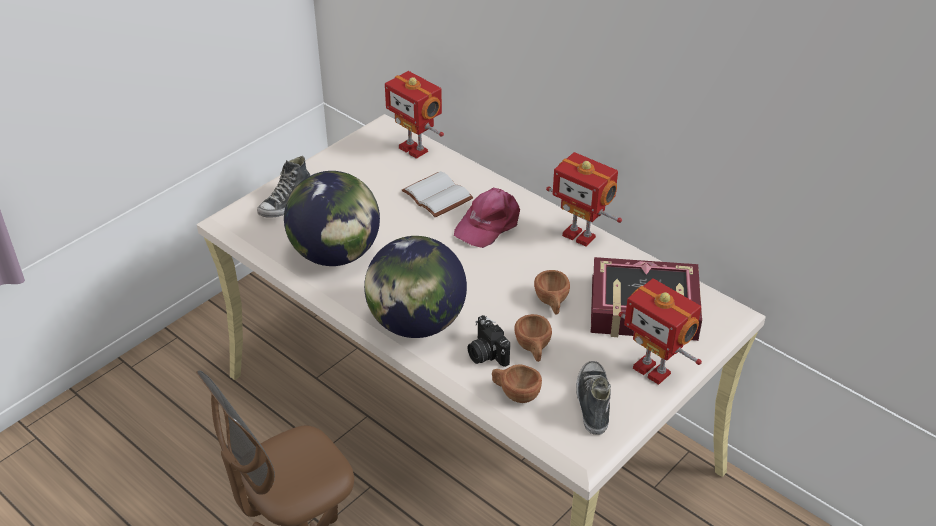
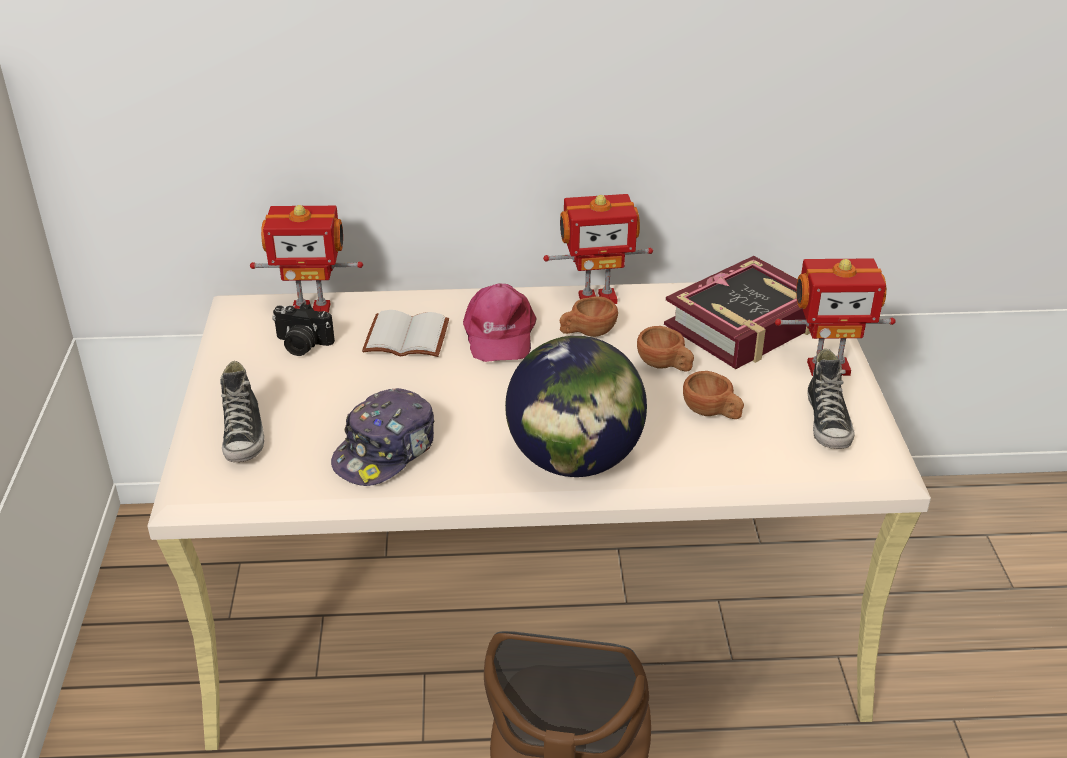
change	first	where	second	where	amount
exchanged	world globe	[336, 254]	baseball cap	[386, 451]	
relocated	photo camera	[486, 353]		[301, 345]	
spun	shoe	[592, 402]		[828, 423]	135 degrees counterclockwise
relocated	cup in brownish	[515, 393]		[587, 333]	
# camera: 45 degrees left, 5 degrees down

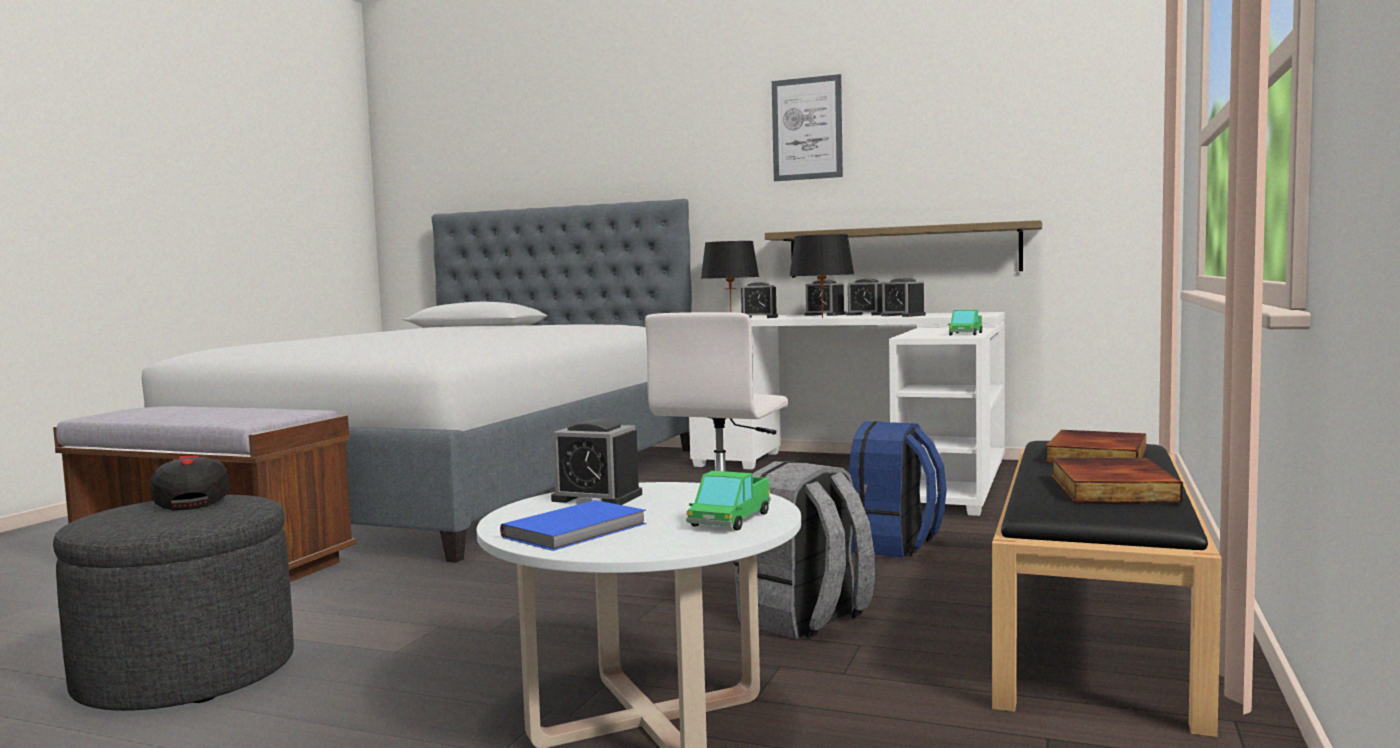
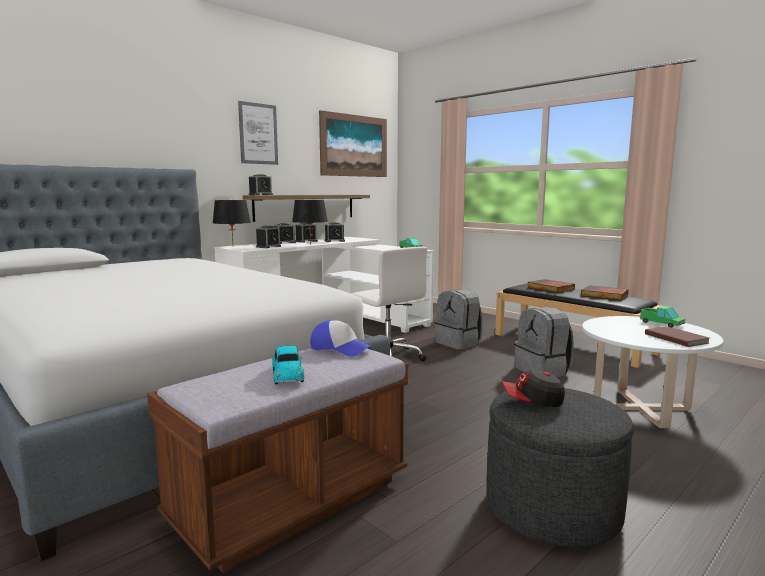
change	first	where	second	where	amount
relocated	alarm clock	[597, 497]		[260, 195]	
colour	backpack in blue-coloured	[893, 546]	backpack in gray	[458, 343]	
colour	bound book in blue-coloured	[578, 530]	bound book in brownish	[676, 338]	
appeared			picture	[354, 146]	
appeared			baseball cap	[340, 348]	
appeared			toy car	[287, 374]	
# camera: 65 degrees left, 5 degrees up

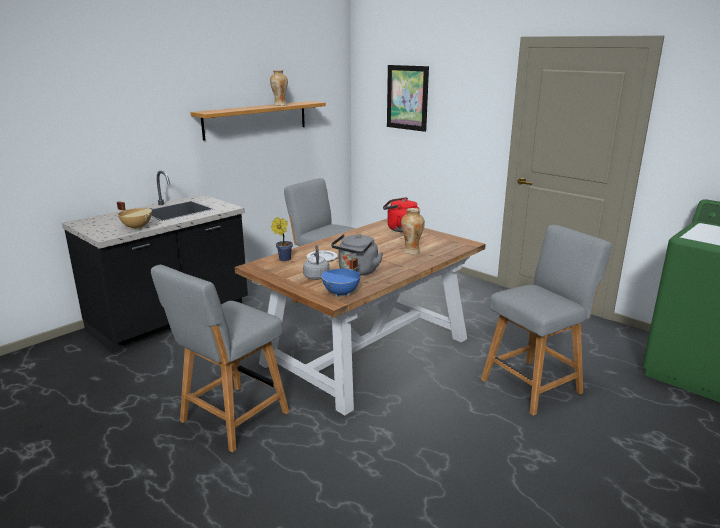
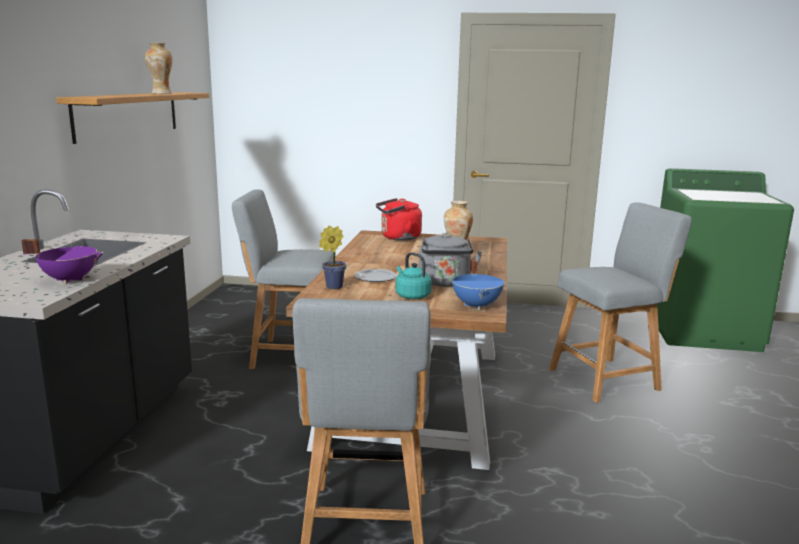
change	first	where	second	where	amount
missing	picture	[407, 97]			
colour	cooking pot in beige-coloured	[137, 227]	cooking pot in purple-coloured	[70, 279]	
spun	upright chair in gray	[534, 384]		[608, 378]	45 degrees clockwise
colour	kettle in gray	[316, 276]	kettle in turquoise-coloured	[411, 296]	
# camera: 35 degrees left, 5 degrees down

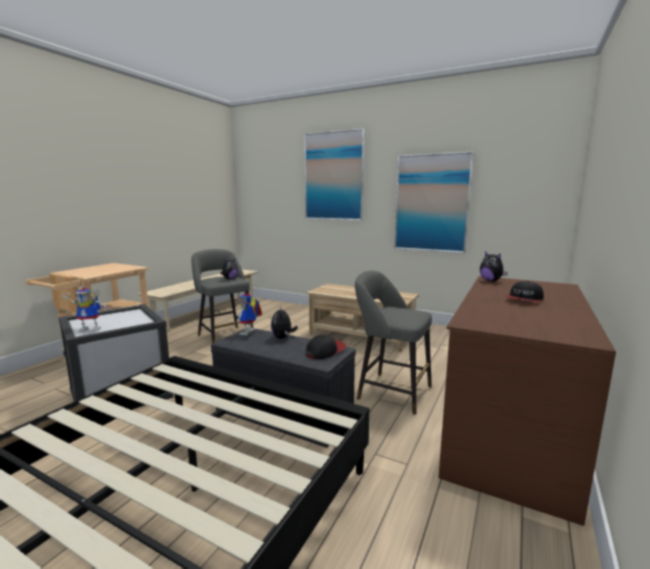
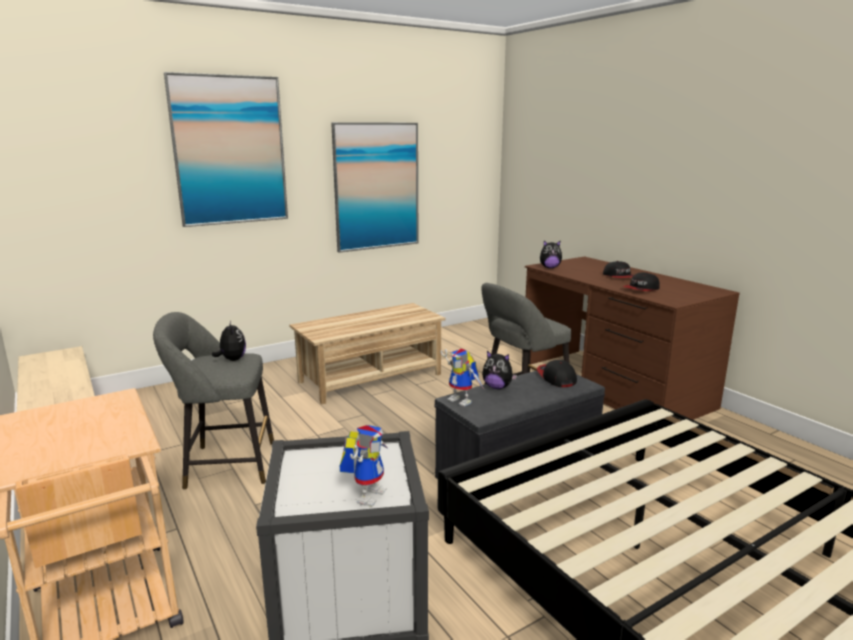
change	first	where	second	where	amount
appeared			baseball cap	[641, 289]	
# camera: 60 degrees left, 5 degrees up

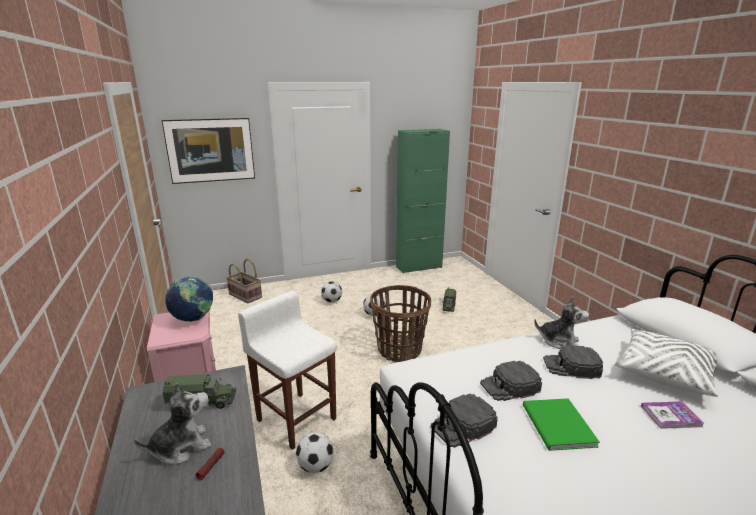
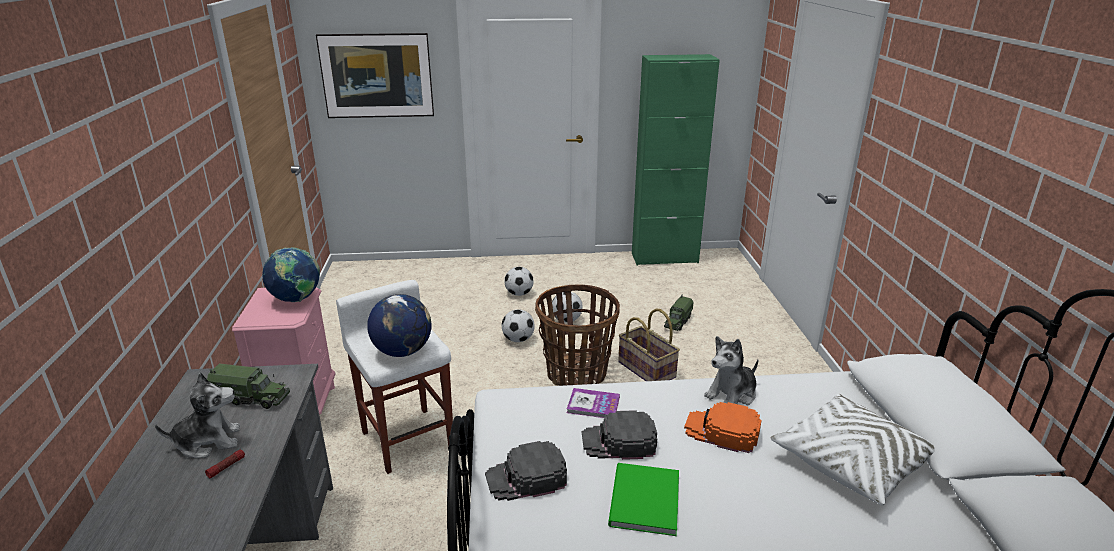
change	first	where	second	where	amount
relocated	household basket	[246, 295]		[647, 369]	
spun	plush toy	[559, 341]		[732, 395]	105 degrees clockwise
colour	baseball cap in blackish	[572, 366]	baseball cap in orangey	[722, 431]	
relocated	bound book	[671, 416]		[593, 405]	
relocated	football	[315, 466]		[518, 339]	
appeared			world globe	[402, 351]	
# camera: 15 degrees right, 5 degrees up

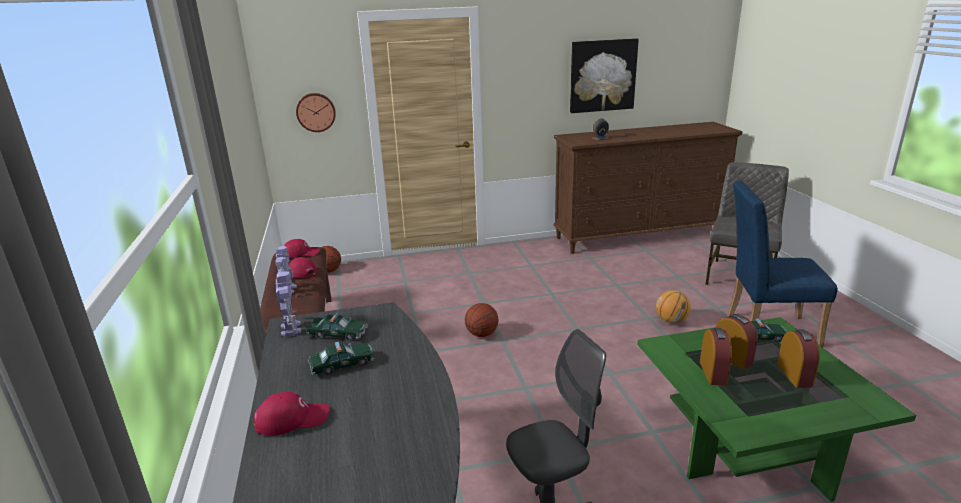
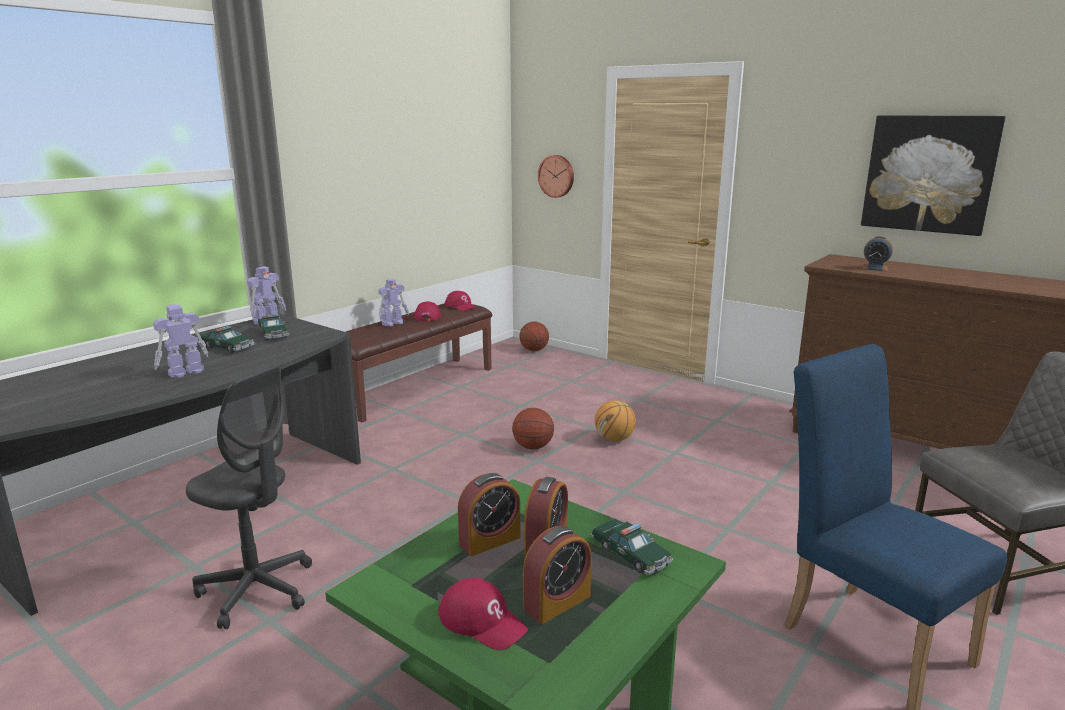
change	first	where	second	where	amount
relocated	basketball	[671, 321]		[614, 439]	
relocated	baseball cap in red	[292, 419]		[483, 621]	
appeared			robot figure	[185, 372]	
# camera: 50 degrees right, 5 degrees down

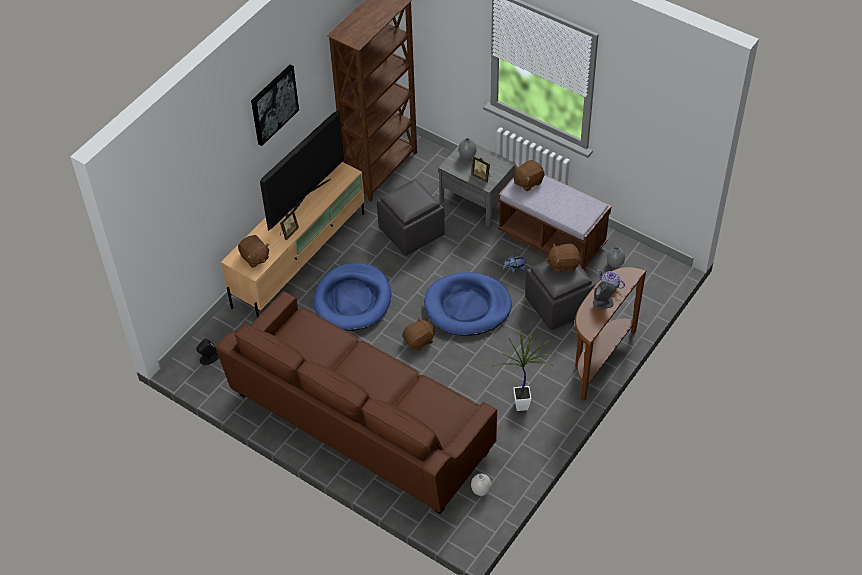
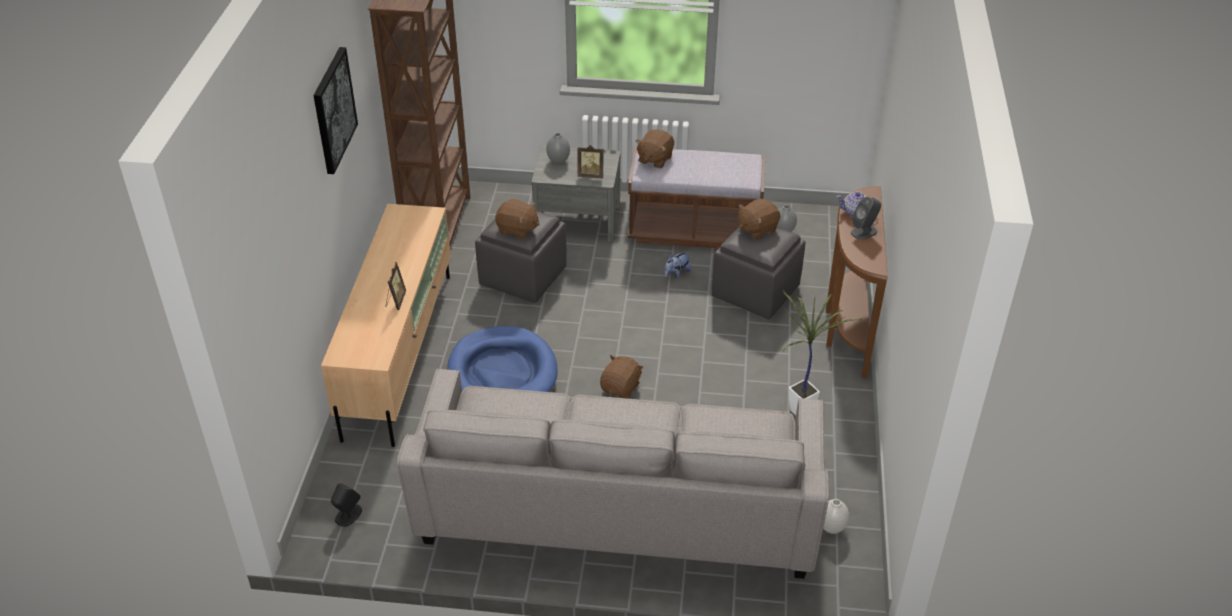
change	first	where	second	where	amount
missing	TV	[306, 200]			
relocated	plush toy in brownish	[255, 258]		[517, 229]	
missing	dog cushion in blue-coloured	[467, 307]			
colour	settee in brownish	[361, 423]	settee in gray	[617, 511]	
# camera: 30 degrees left, 10 degrees down

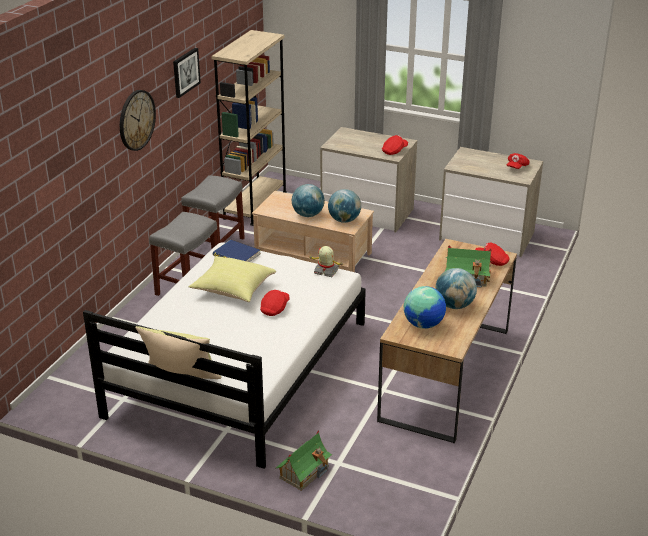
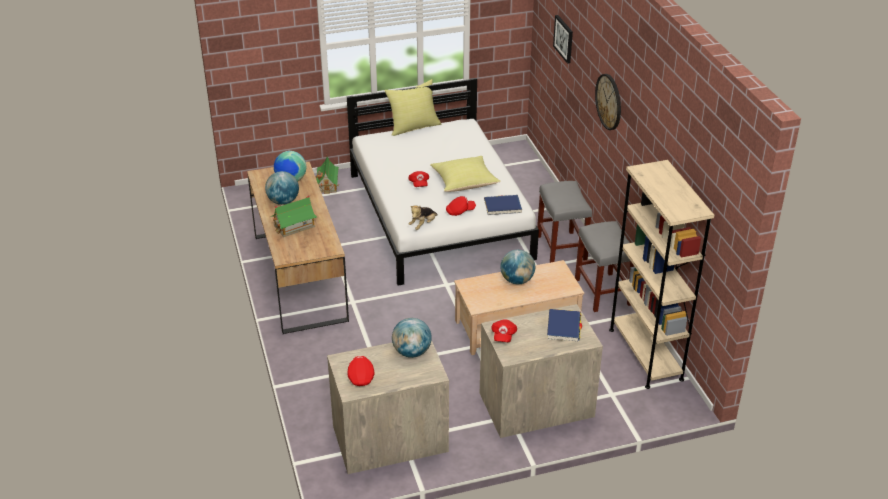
change	first	where	second	where	amount
relocated	picture	[185, 72]		[564, 38]	
relocated	world globe	[344, 220]		[411, 352]	
relocated	baseball cap in red	[491, 261]		[460, 211]	
exchanged	robot figure	[326, 271]	plush toy	[423, 225]	
appeared			bound book in blue-coloured	[563, 327]	
# camera: 140 degrees right, 5 degrees up

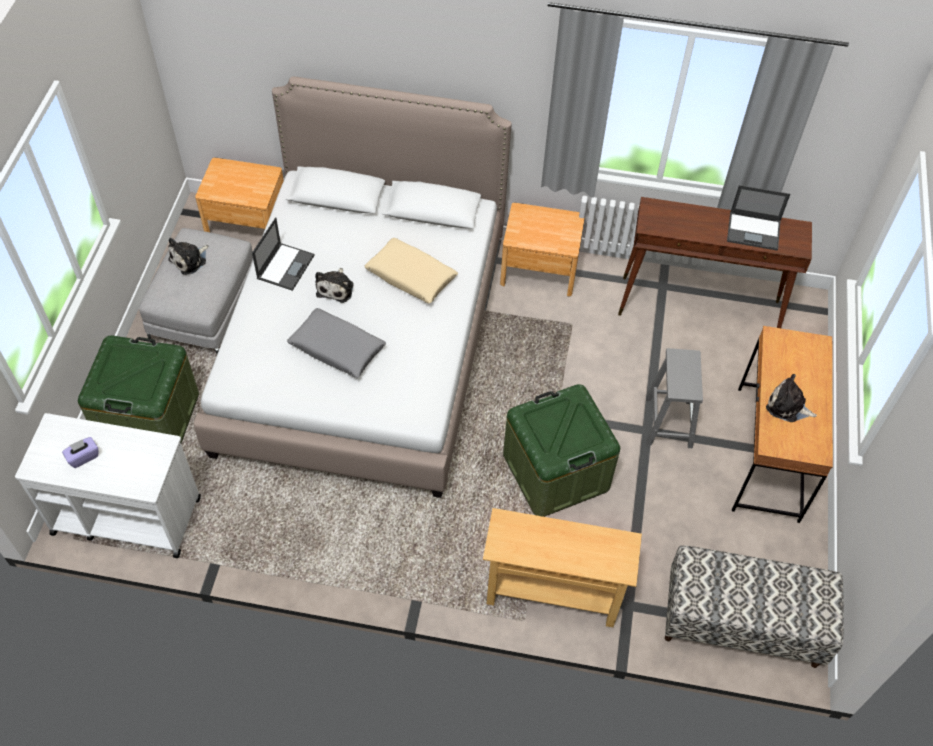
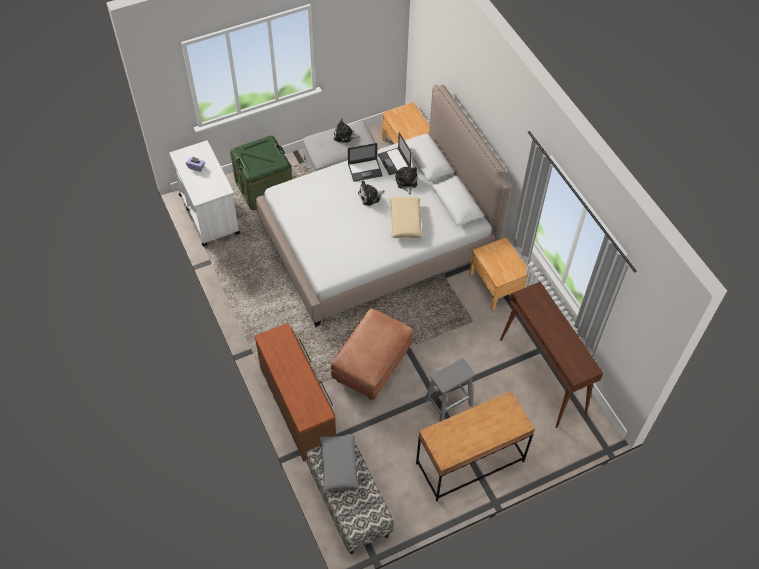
change	first	where	second	where	amount
relocated	notebook computer	[754, 231]		[394, 162]	
relocated	pillow in gray	[337, 349]		[339, 465]	
relocated	plush toy	[788, 406]		[406, 182]	
exchanged	storage box in green-coloured	[556, 471]	ottoman in brownish	[372, 367]	
exchanged	hall table in beige-coloured	[552, 595]	dresser in brownish	[298, 406]	
# camera: 55 degrees right, 0 degrees up

